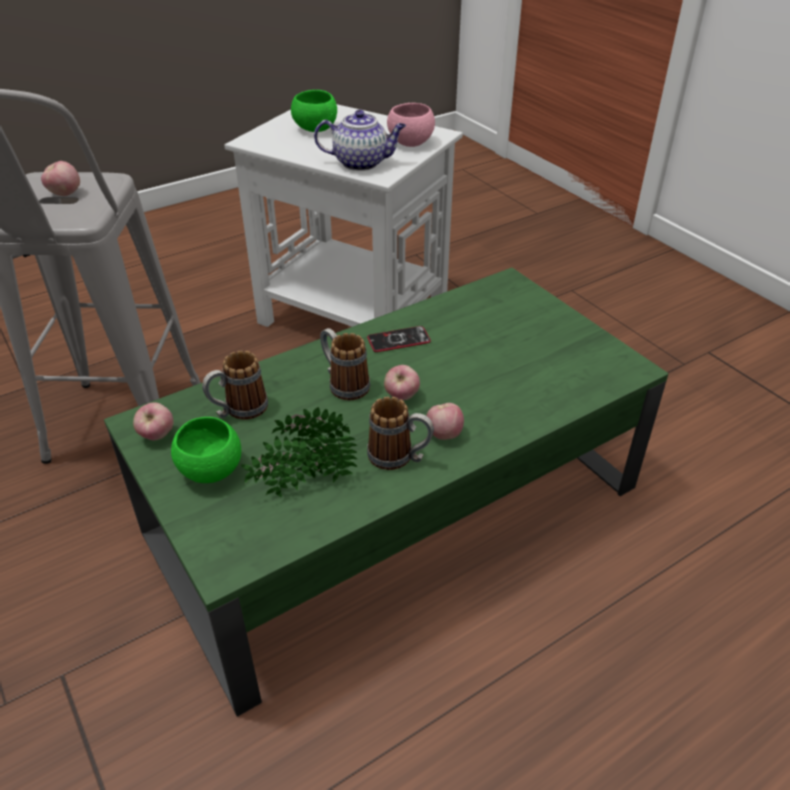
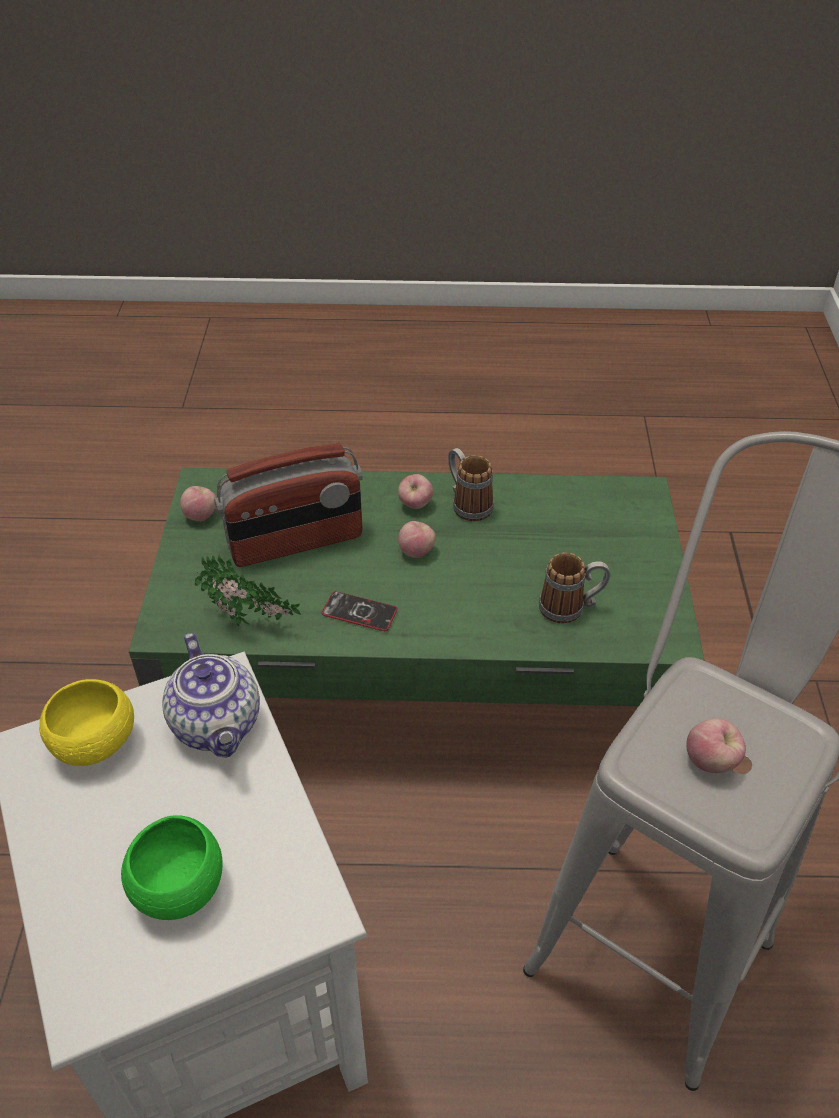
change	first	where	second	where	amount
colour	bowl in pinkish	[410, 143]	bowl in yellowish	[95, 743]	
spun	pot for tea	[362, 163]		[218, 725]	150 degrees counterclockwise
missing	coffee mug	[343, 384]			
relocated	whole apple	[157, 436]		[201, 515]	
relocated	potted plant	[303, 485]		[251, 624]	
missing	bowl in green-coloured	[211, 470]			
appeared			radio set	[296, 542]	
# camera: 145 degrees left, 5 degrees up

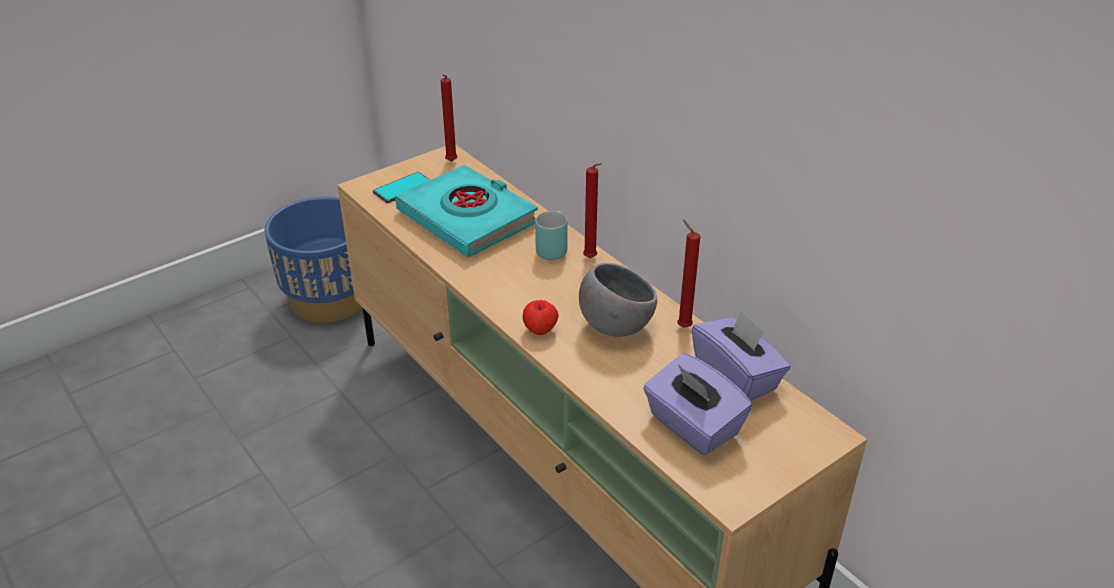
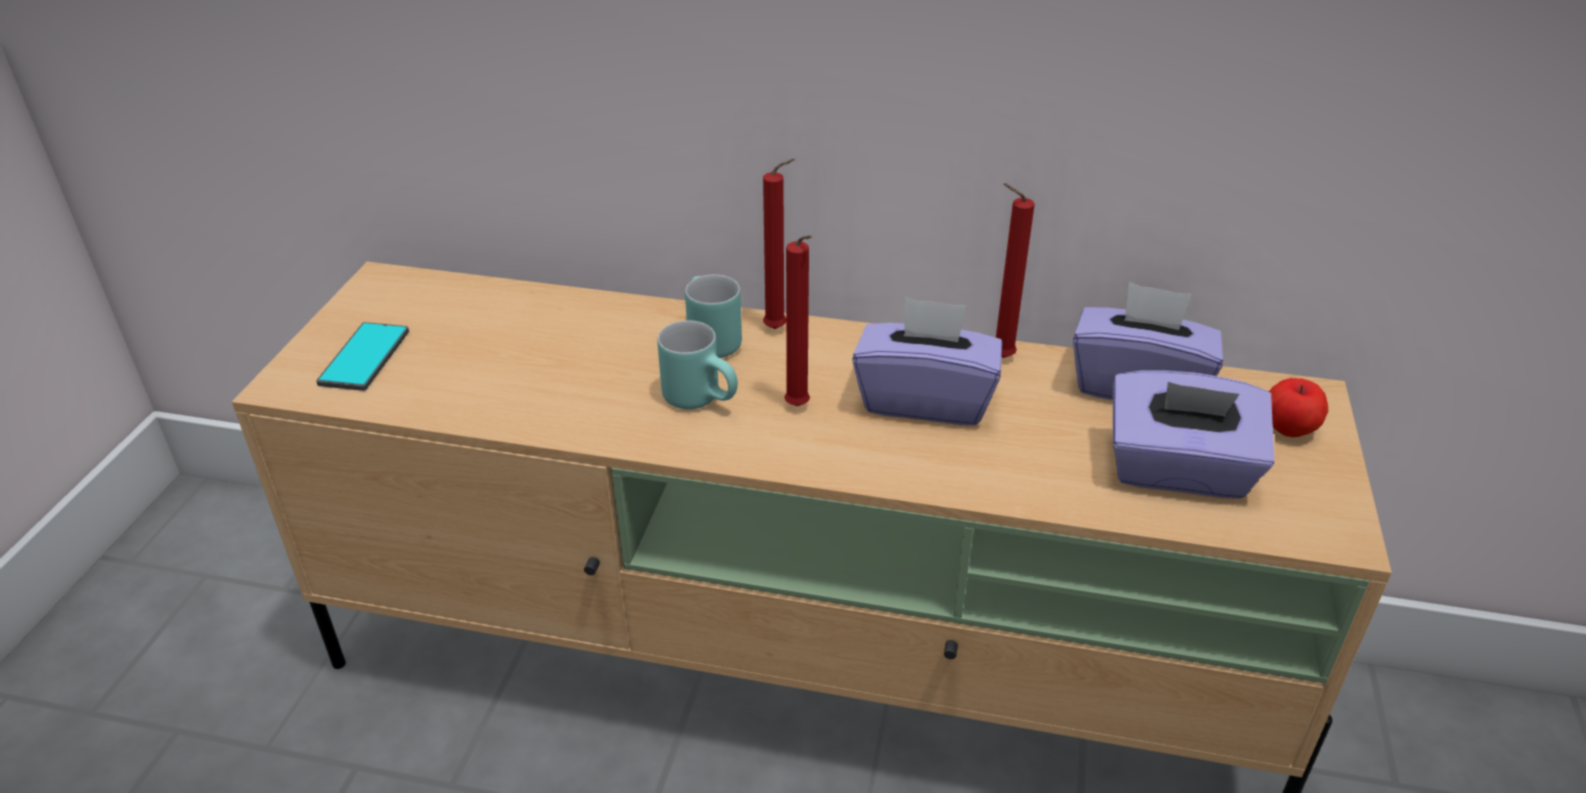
change	first	where	second	where	amount
relocated	candle in red	[451, 162]		[799, 408]	
missing	bound book in turquoise-coloured	[467, 218]			
missing	plant pot in blue-coloured	[329, 299]			
exchanged	bowl in gray	[615, 326]	box of tissues in purple-coloured	[925, 399]	
relocated	whole apple	[540, 330]		[1289, 428]	
appeared			coffee mug in turquoise-coloured	[703, 398]	
# camera: 40 degrees left, 0 degrees up

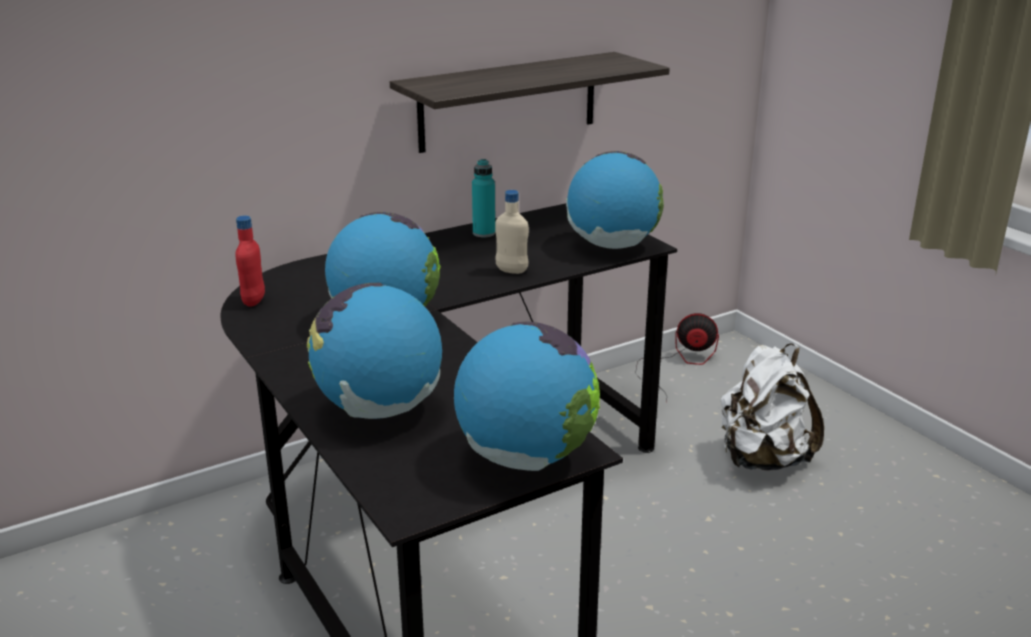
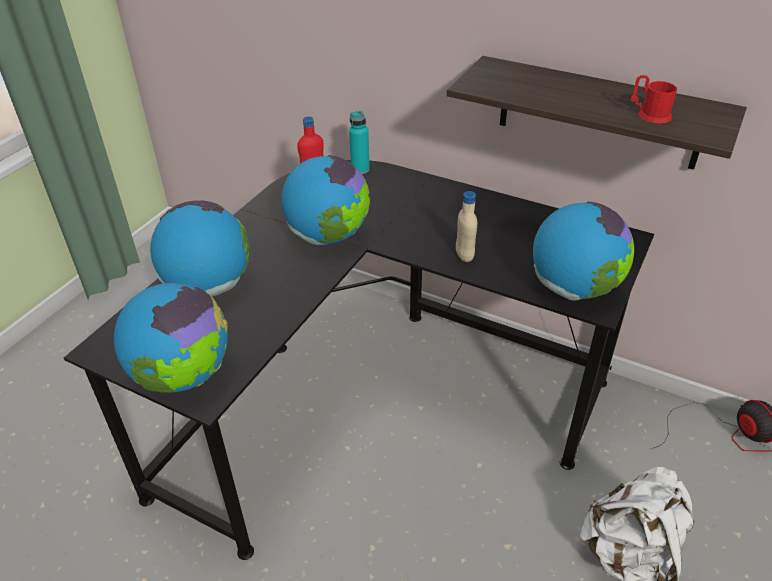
change	first	where	second	where	amount
relocated	beverage bottle in turquoise-coloured	[484, 233]		[360, 169]	
appeared			coffee mug in red	[649, 115]	
# camera: 60 degrees right, 15 degrees up

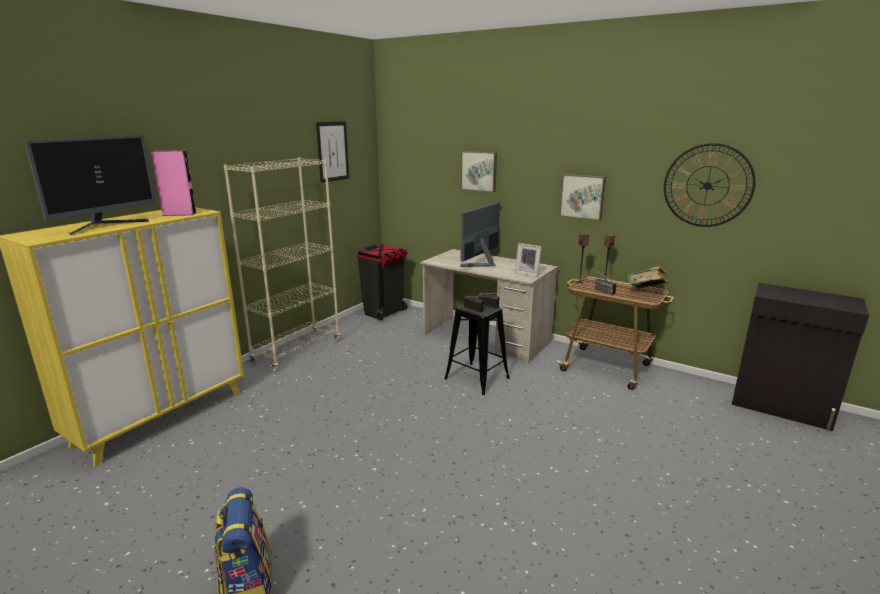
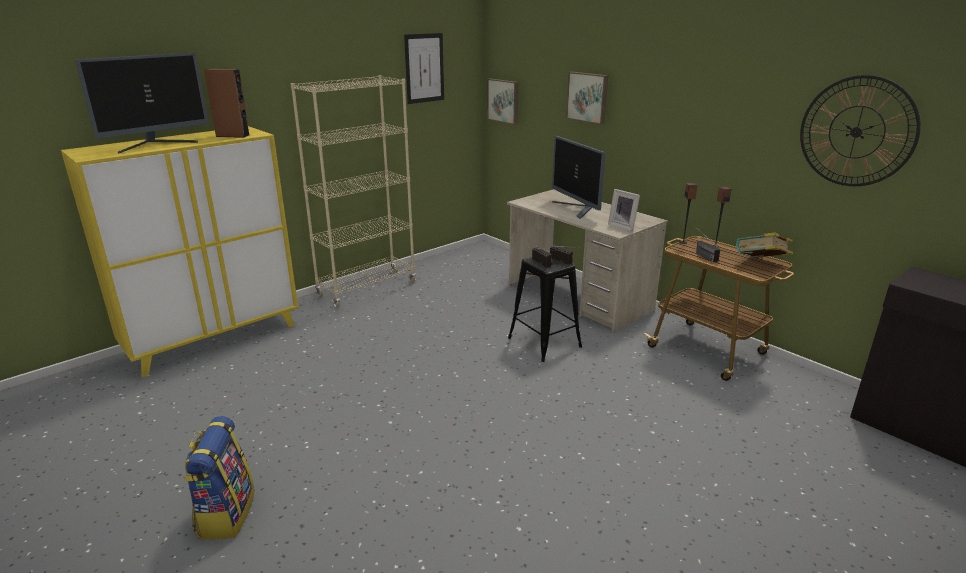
change	first	where	second	where	amount
colour	audio speaker in pinkish	[179, 214]	audio speaker in brownish	[232, 136]	
relocated	picture	[582, 196]		[504, 101]	
spun	computer display	[482, 263]		[576, 209]	75 degrees counterclockwise
missing	rubbish bin in blackish	[384, 313]			
# camera: 15 degrees right, 5 degrees up

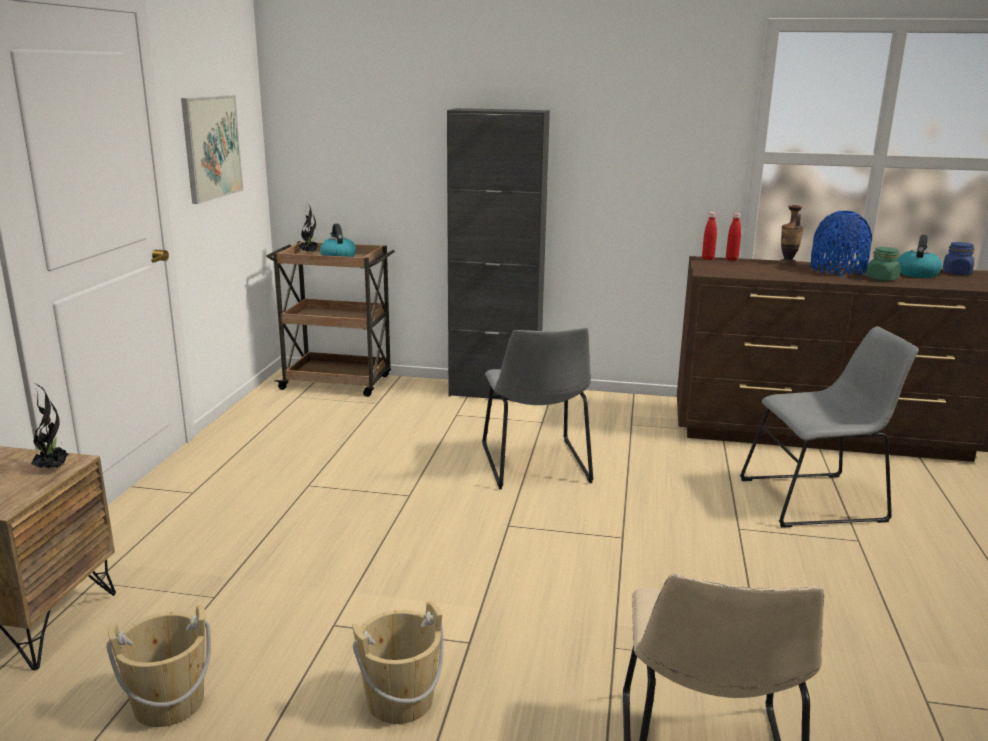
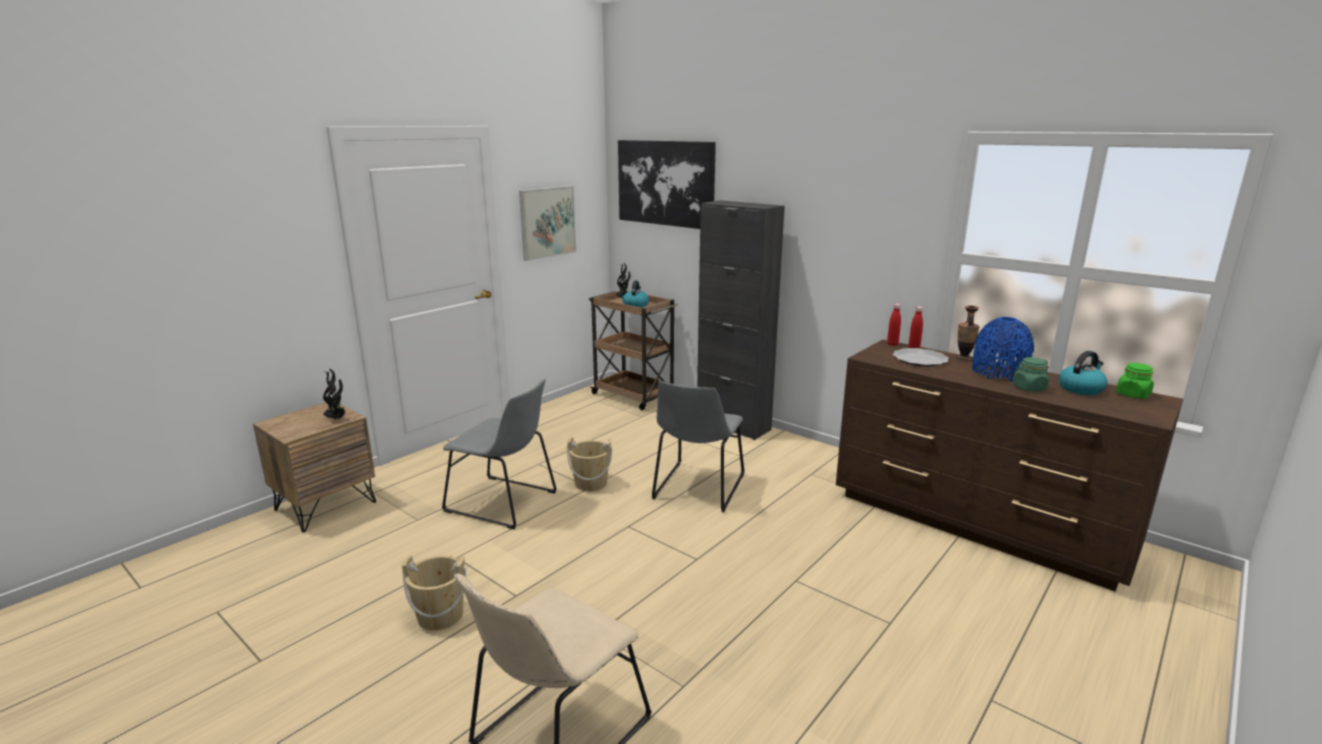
change	first	where	second	where	amount
colour	storage jar in blue-coloured	[956, 273]	storage jar in green-coloured	[1132, 395]	
relocated	upright chair in gray	[818, 500]		[505, 503]	
relocated	bucket in beige-coloured	[169, 703]		[590, 483]	
appeared			picture	[665, 183]	
appeared			flat dish	[919, 359]	
# camera: 30 degrees right, 0 degrees up

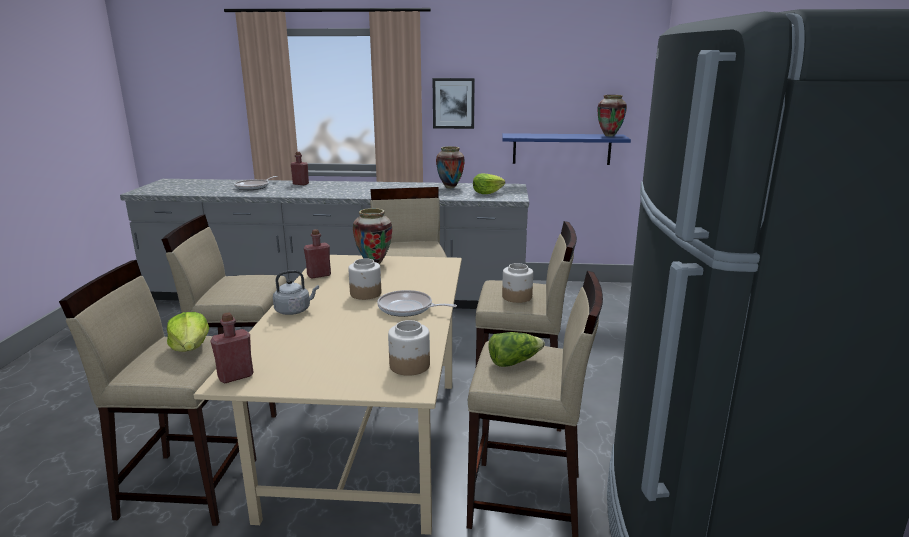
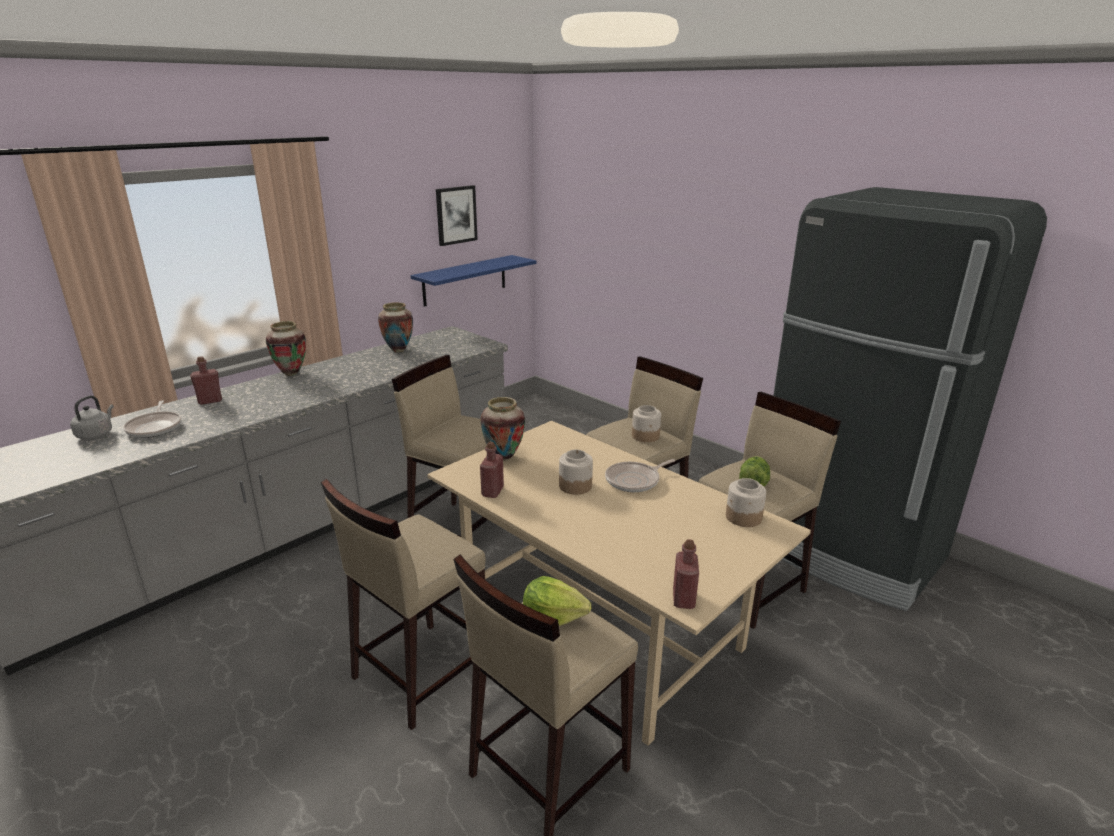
change	first	where	second	where	amount
relocated	picture	[453, 103]		[456, 215]	
relocated	vase	[609, 135]		[291, 373]	
missing	lettuce head	[487, 193]			
relocated	kettle in gray	[294, 310]		[96, 434]	
# camera: 50 degrees left, 5 degrees up

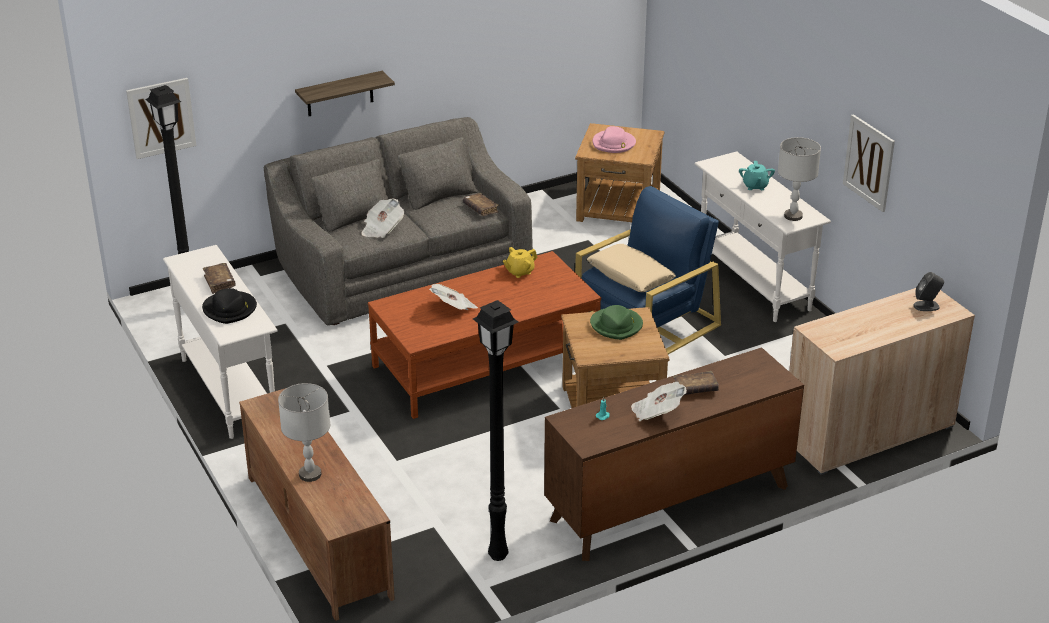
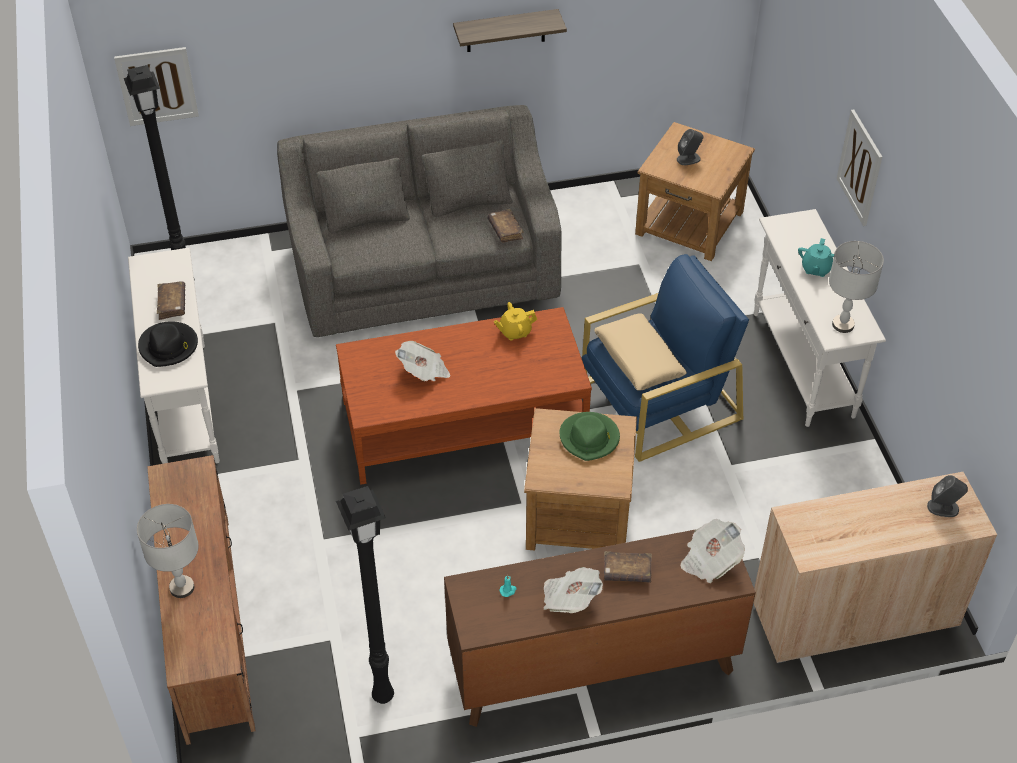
change	first	where	second	where	amount
relocated	bracket shelf	[340, 94]		[506, 31]	
relocated	picture	[869, 162]		[860, 167]	
exchanged	wearable hat in pinkish	[614, 144]	audio speaker in gray	[689, 159]	
relocated	printed paper	[382, 229]		[710, 560]	
# camera: 15 degrees right, 15 degrees up

